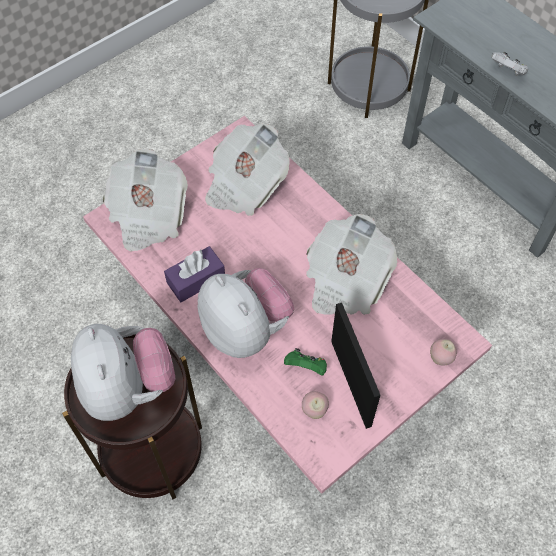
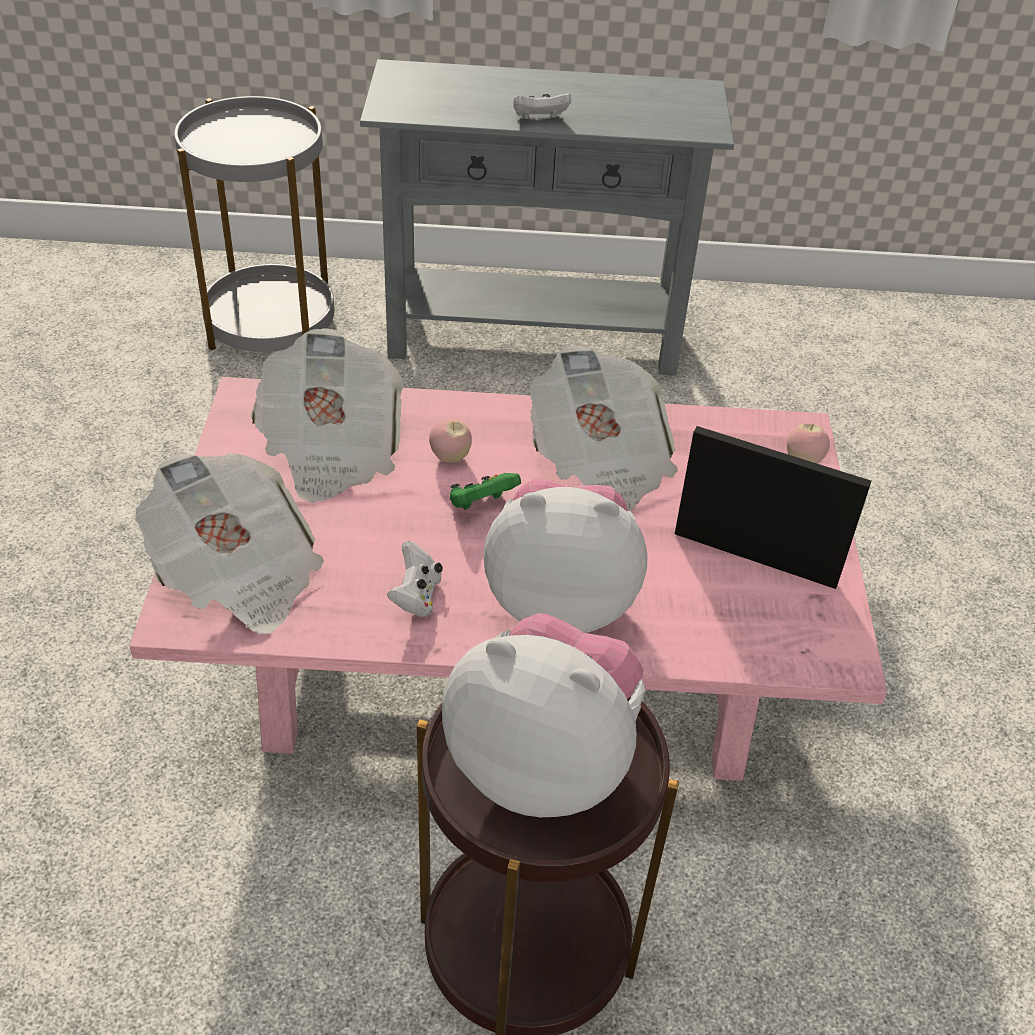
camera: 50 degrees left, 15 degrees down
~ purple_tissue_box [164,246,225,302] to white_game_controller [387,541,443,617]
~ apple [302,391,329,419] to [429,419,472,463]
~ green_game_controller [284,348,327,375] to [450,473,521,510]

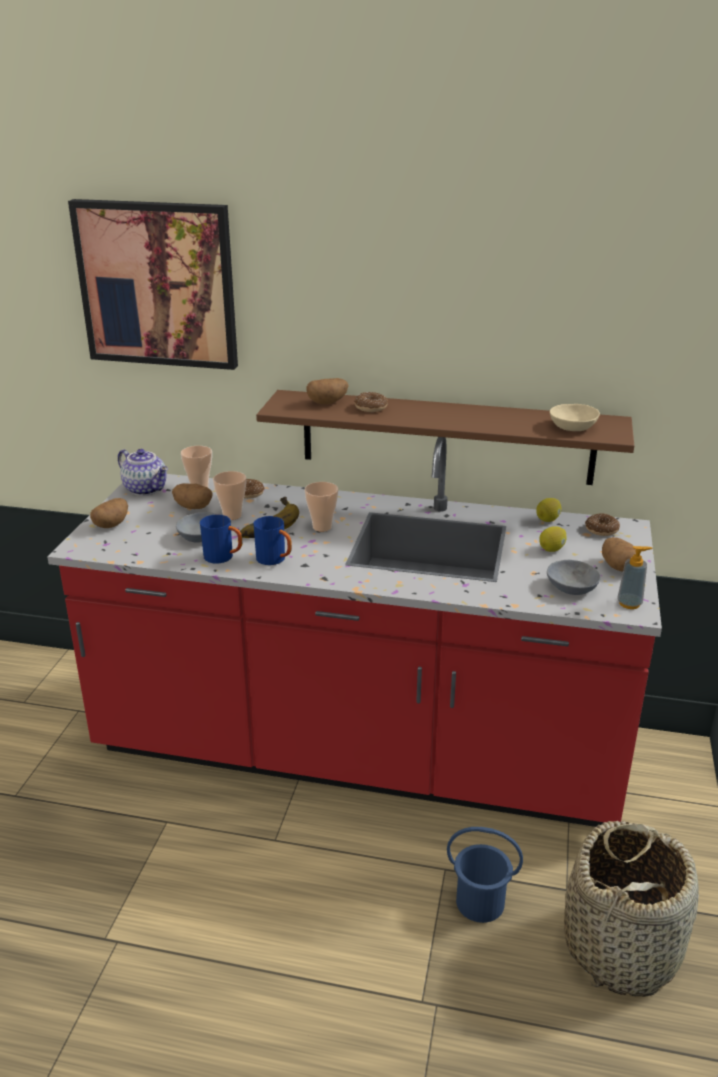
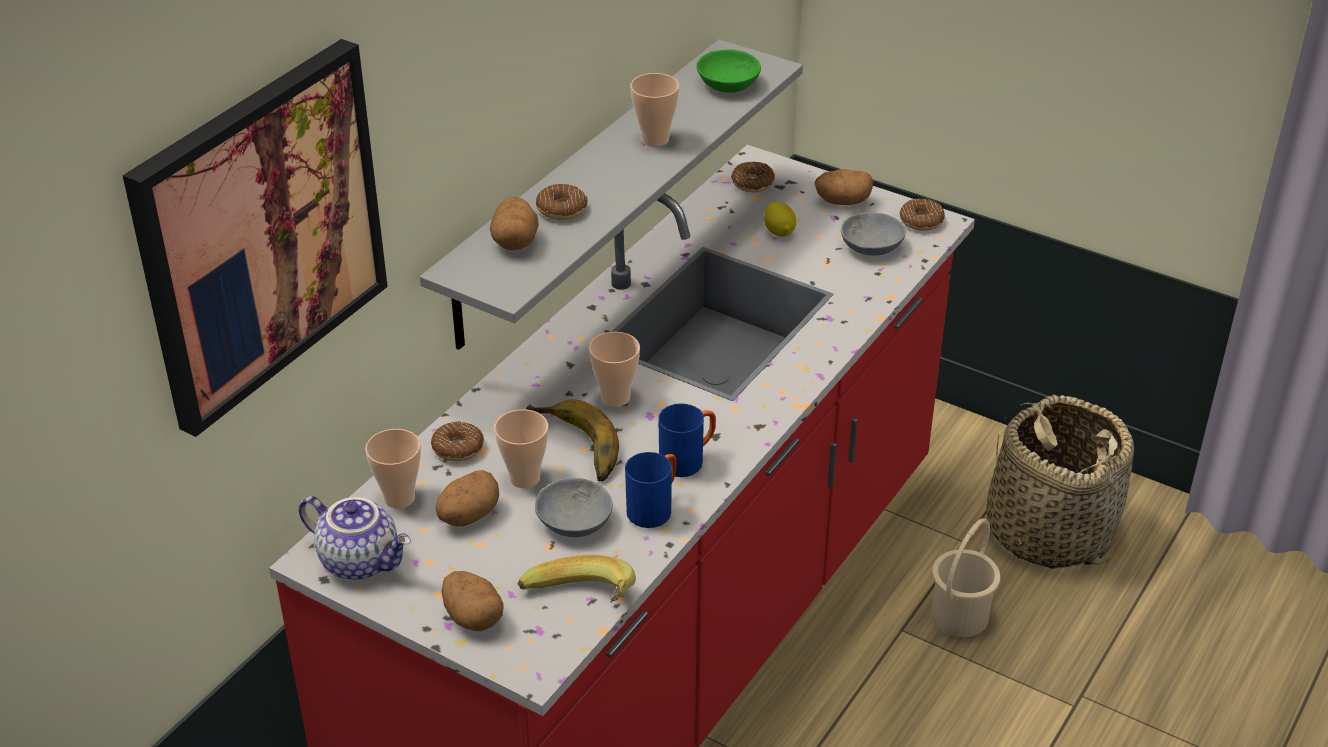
camera: 70 degrees left, 10 degrees up
~ teapot [118,449,168,496] = [299,496,411,580] 60 degrees clockwise
~ brown_shelf [256,390,634,485] to grey_shelf [420,39,803,350]
+ banana [518,555,636,603]
+ cup [630,73,679,147]
~ beige_bowl [550,404,600,431] to green_bowl [696,49,761,93]
~ soap_dispenser [617,546,653,609] to donut [900,198,945,231]
~ blue_bucket [447,827,523,923] to beige_bucket [931,519,1000,637]
- lemon [536,498,561,522]

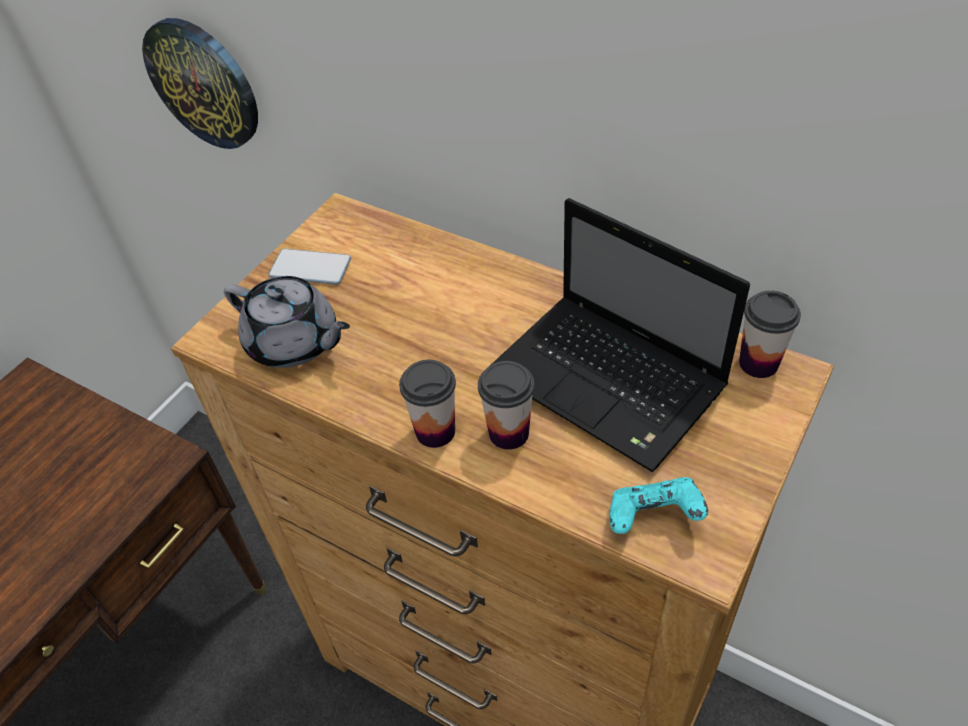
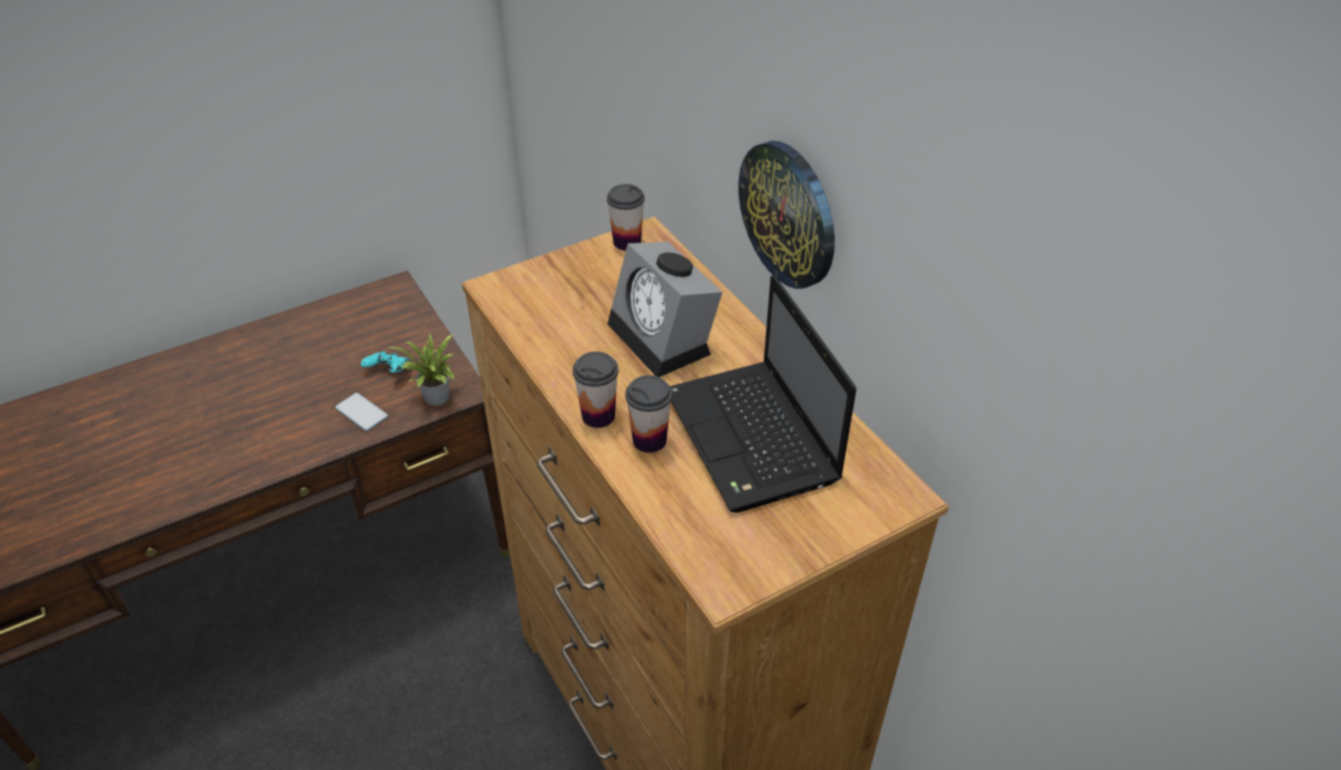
camera: 25 degrees right, 5 degrees down
~ phone [268,249,351,285] to [335,393,388,431]
~ turquoise_game_controller [609,477,708,534] to [361,351,411,372]
+ potted_plant [389,333,454,406]
~ cup [739,291,801,378] to [607,184,645,251]
+ alarm_clock [608,242,722,377]
~ wall_clock [142,18,258,149] to [738,141,835,289]
- grey_teapot [224,276,350,368]

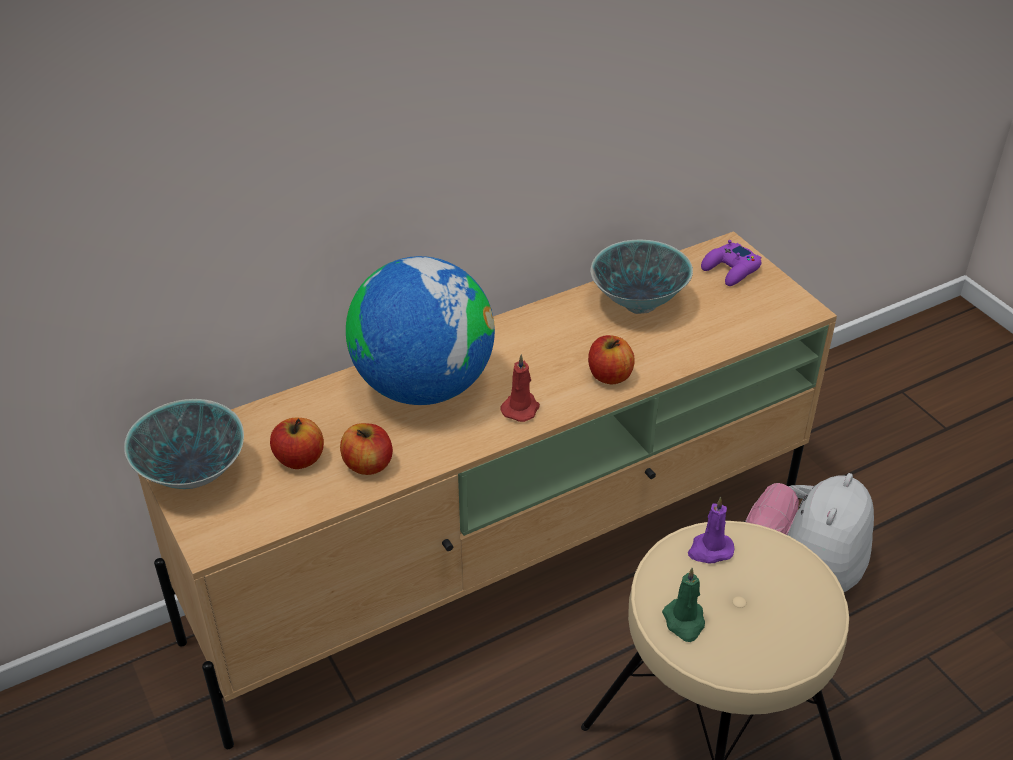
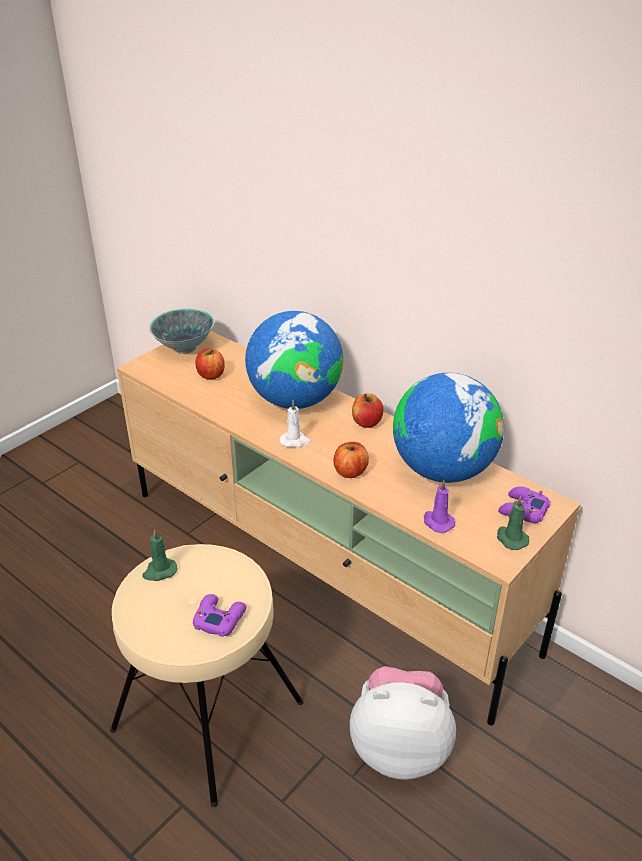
camera: 70 degrees right, 5 degrees down
+ purple_game_controller [193,594,246,637]
~ red_candle [500,354,540,422] to white_candle [280,400,311,448]
~ apple [340,423,393,475] to [352,393,384,428]
~ bowl [590,240,693,314] to globe [393,373,504,483]
~ purple_candle [688,497,734,563] to [424,480,455,533]
+ green_candle [497,496,530,550]

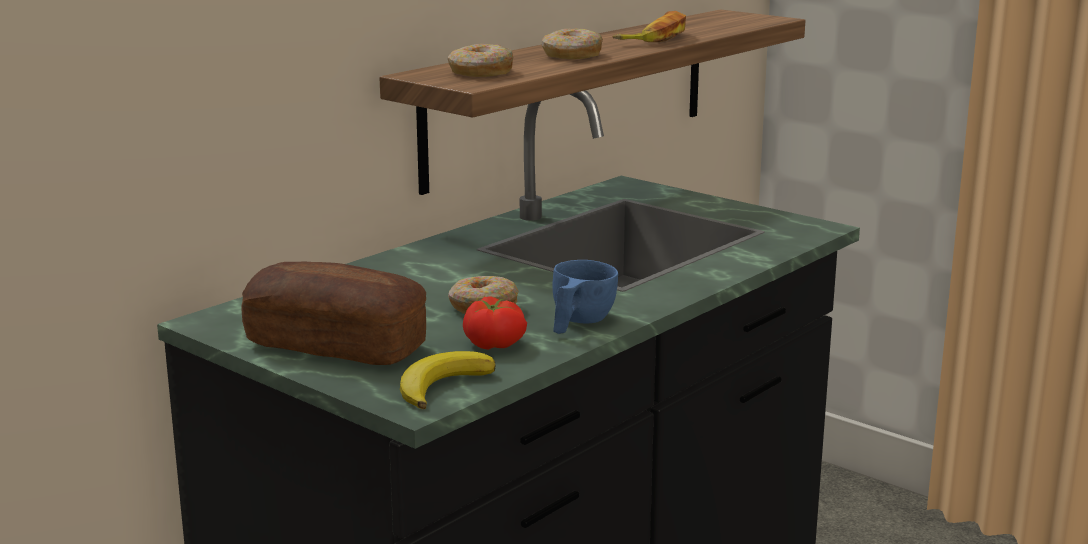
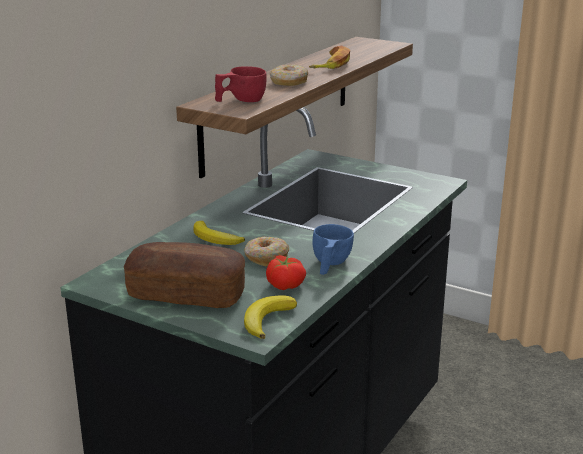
camera: 10 degrees left, 5 degrees up
+ banana [193,221,245,245]
~ donut [447,44,514,77] to red_cup [215,66,267,102]

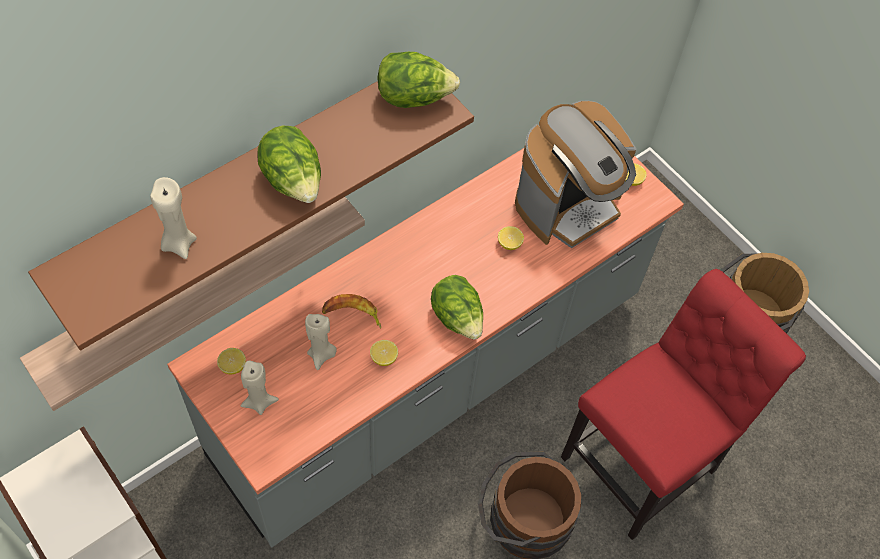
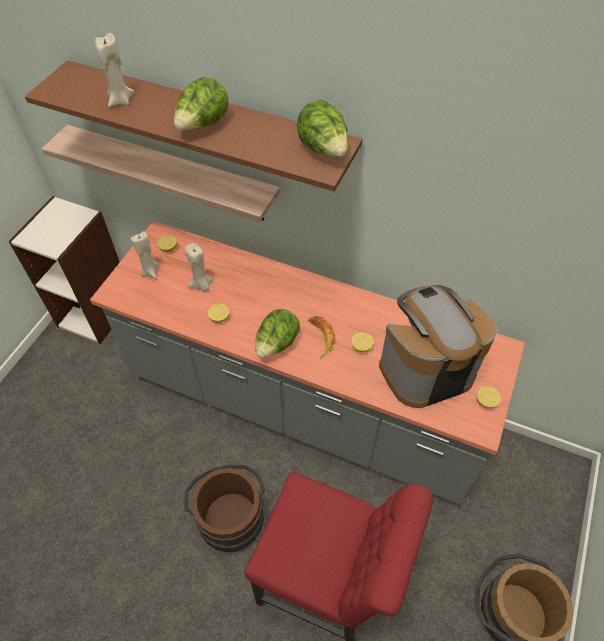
camera: 65 degrees right, 5 degrees down
~ banana [322,294,381,329] to [308,316,335,359]
~ coffee_machine [515,101,636,248] = [379,285,497,408] 135 degrees clockwise

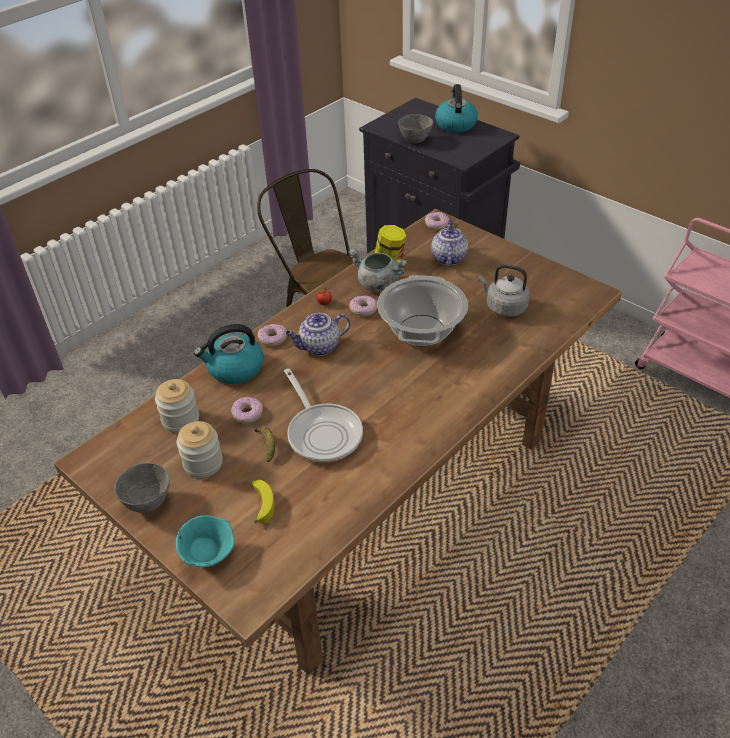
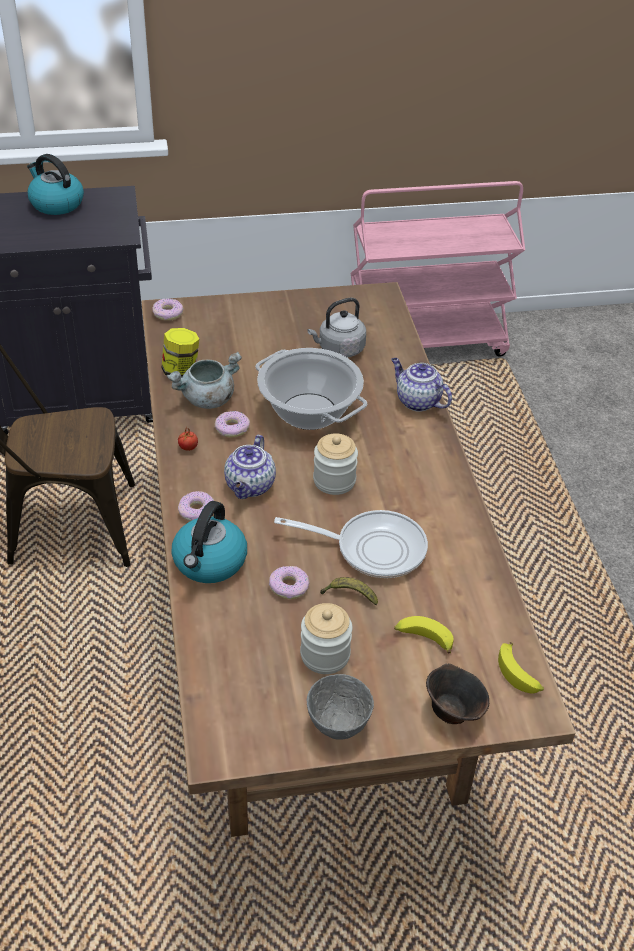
camera: 55 degrees left, 0 degrees up
~ jar [155,379,199,433] to [313,433,358,495]
~ teapot [431,220,468,266] to [391,358,452,412]
~ turquoise_bowl [176,515,235,567] to brown_bowl [426,663,489,724]
+ banana [498,642,544,693]
- grey_bowl [399,114,433,144]

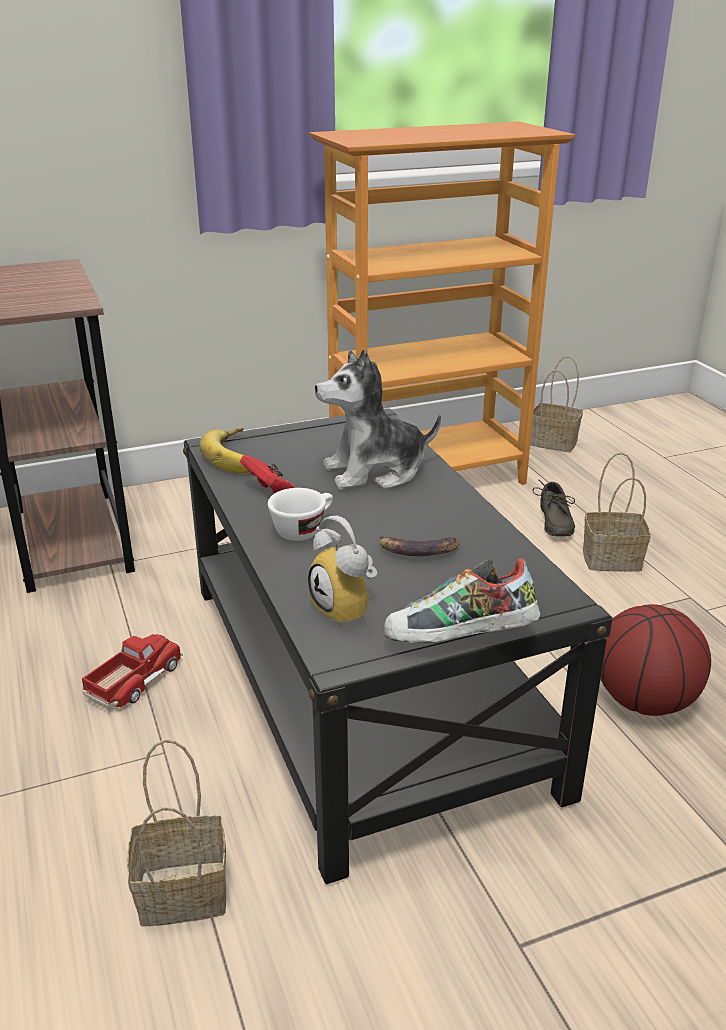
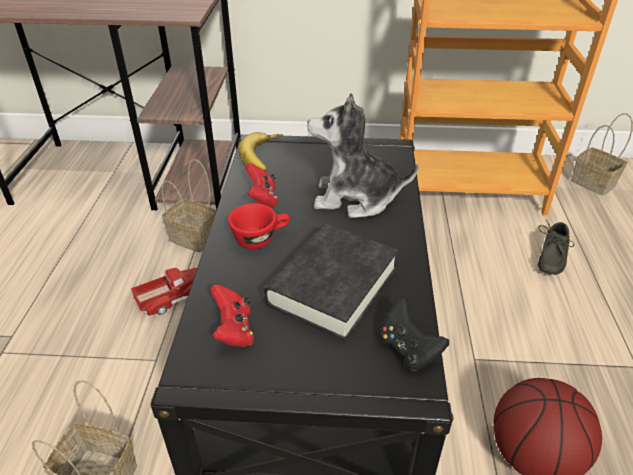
camera: 25 degrees right, 10 degrees up
~ basket [583,452,651,572] to [161,159,216,252]
~ alarm_clock [308,516,377,628] to red_game_controller [210,284,254,347]
~ white_cup [268,488,333,541] to red_cup [228,203,290,249]
~ banana [379,534,460,556] to black_book [263,224,399,341]
+ black_game_controller [379,298,449,371]
- shoe [384,558,540,643]

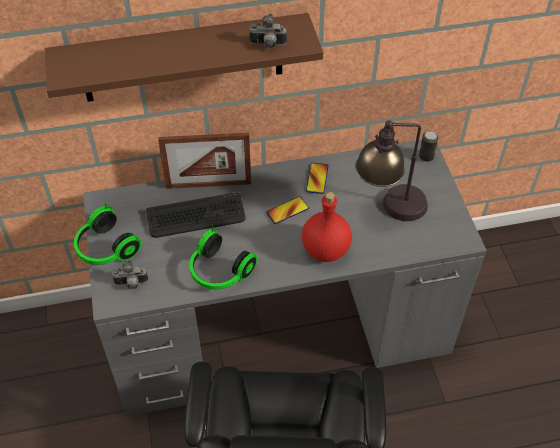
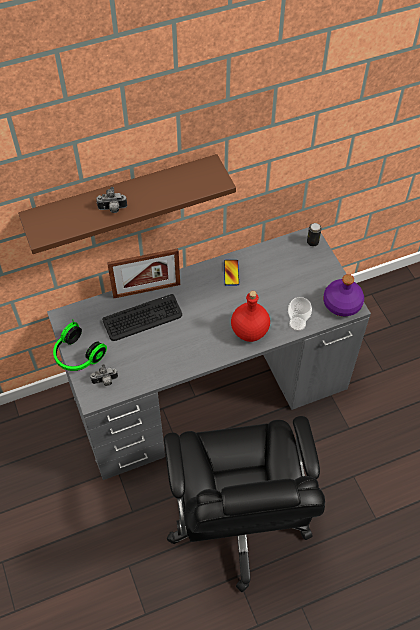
camera: 10 degrees left, 5 degrees up
~ photo_camera [249,14,287,48] to [96,187,127,213]
+ cup [288,297,312,331]
+ purple_bottle [323,274,364,316]
- headphones [189,224,257,289]
- phone [266,196,309,224]
- table_lamp [355,120,428,221]

